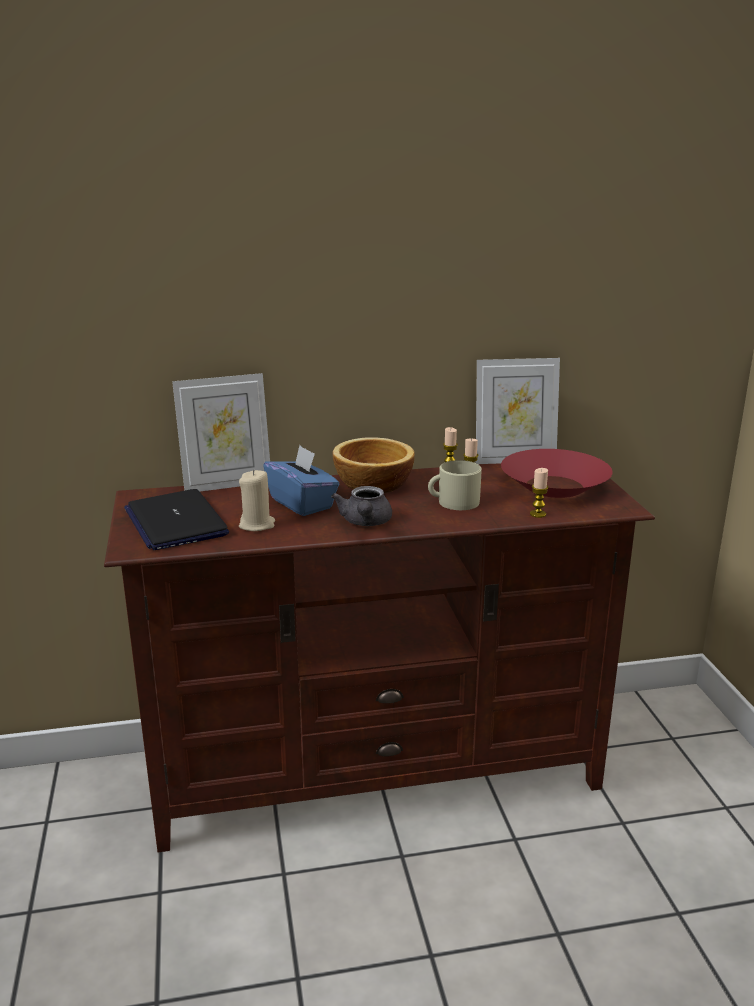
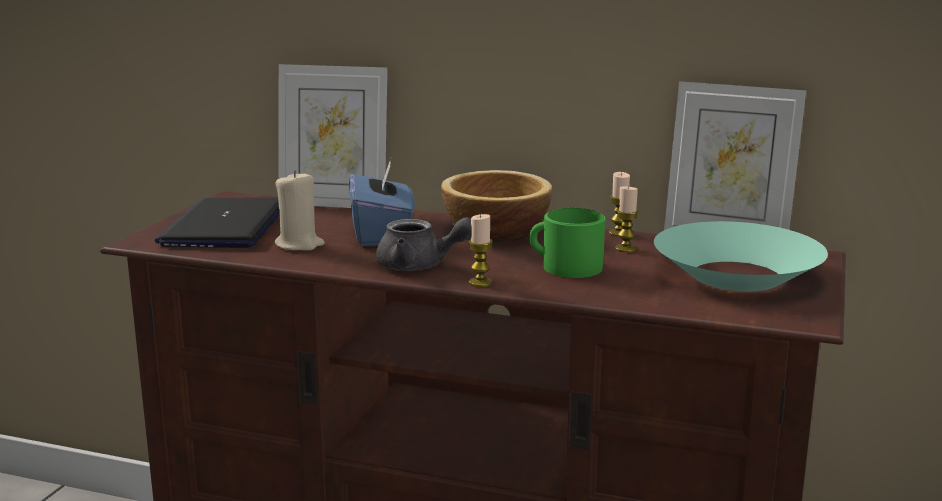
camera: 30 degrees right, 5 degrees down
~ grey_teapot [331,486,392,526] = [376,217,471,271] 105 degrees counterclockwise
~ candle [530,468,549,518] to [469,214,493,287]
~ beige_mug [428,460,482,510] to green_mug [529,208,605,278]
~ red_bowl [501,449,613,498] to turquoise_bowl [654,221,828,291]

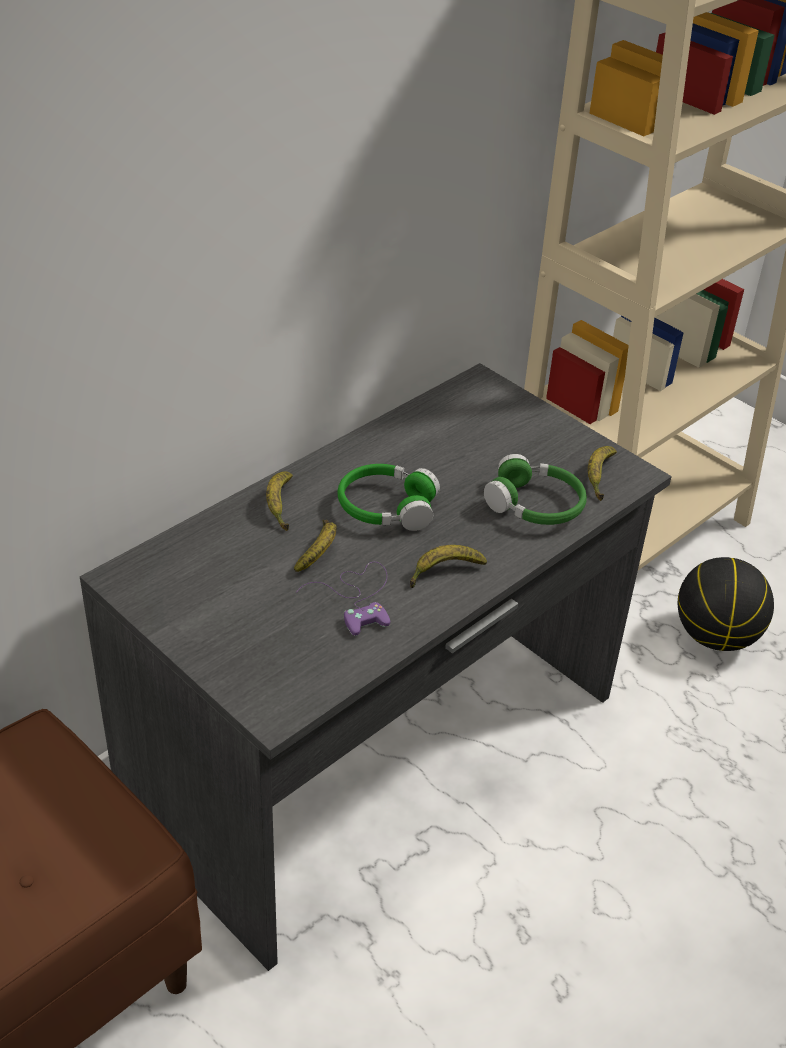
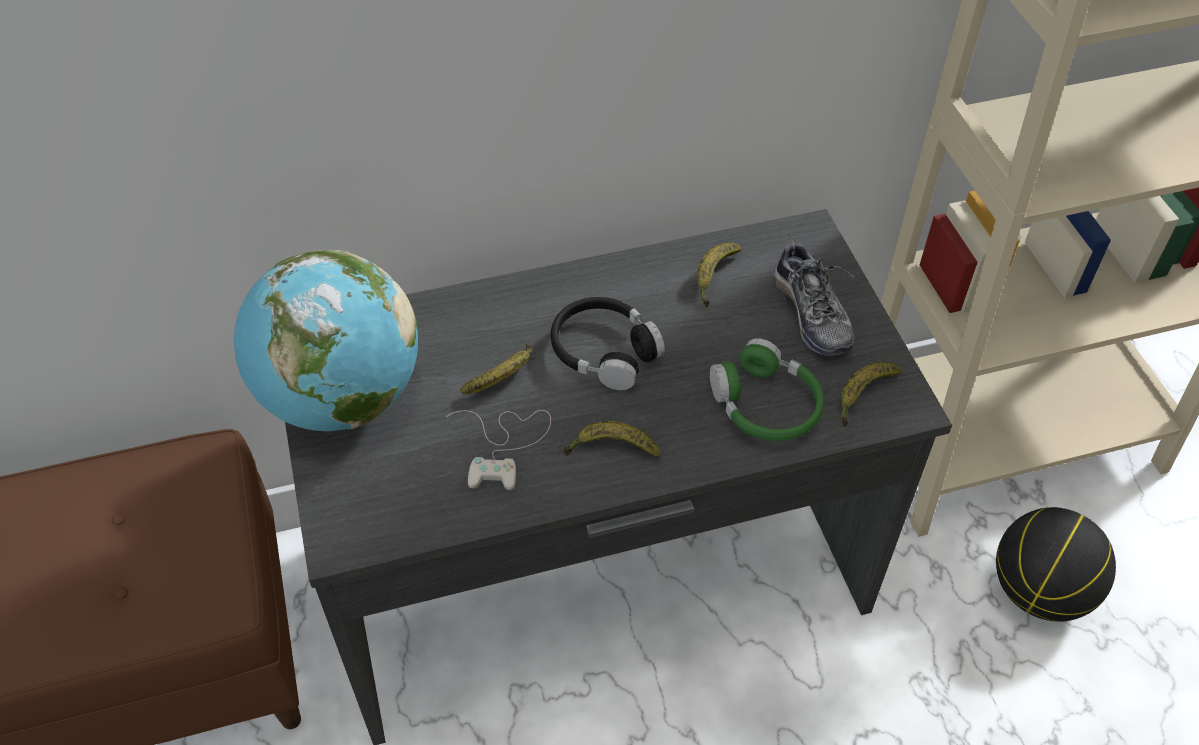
camera: 30 degrees right, 10 degrees up
+ globe [234,250,418,431]
~ purple_game_controller [296,562,390,636] to white_game_controller [446,410,551,490]
~ green_headphones [338,464,440,531] to black_headphones [551,297,665,390]
~ banana [266,471,293,531] to [697,242,742,307]
+ shoe [774,236,854,356]

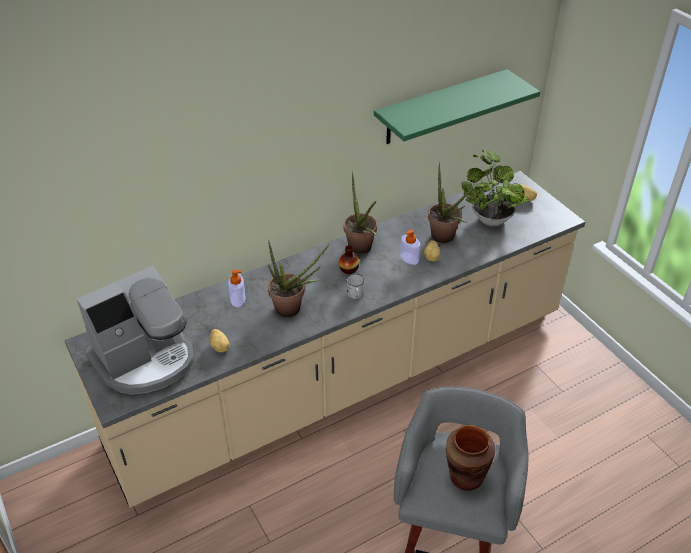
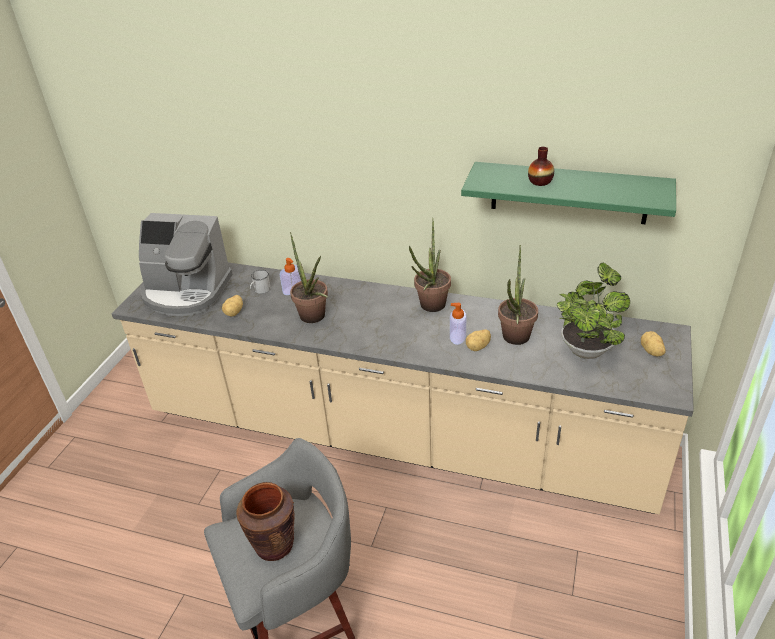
camera: 50 degrees right, 5 degrees down
~ white_mug [346,274,365,299] to [250,270,271,294]
~ vase [339,245,359,274] to [528,147,554,186]

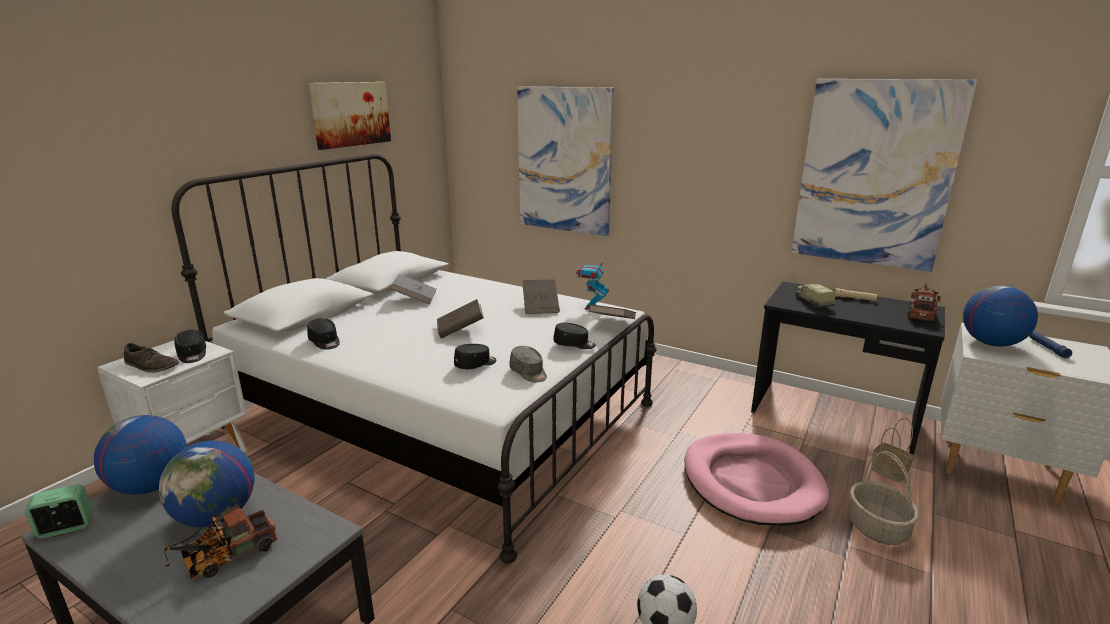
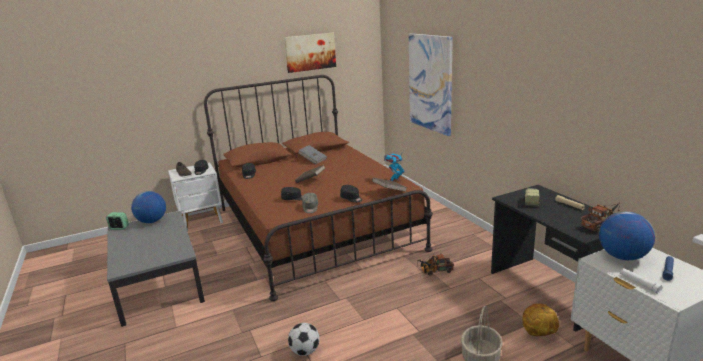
camera: 35 degrees right, 0 degrees up
~ white_bed [171,154,657,564] to brown_bed [204,75,433,301]
~ toy_truck [164,506,277,579] to [417,253,454,276]
~ basket [872,418,914,482] to basketball [522,303,559,336]
+ white_flashlight [620,268,662,293]
- globe [159,441,255,527]
- brown_book [523,279,560,314]
- pink_dog_bed [684,433,829,525]
- picture [791,79,977,272]

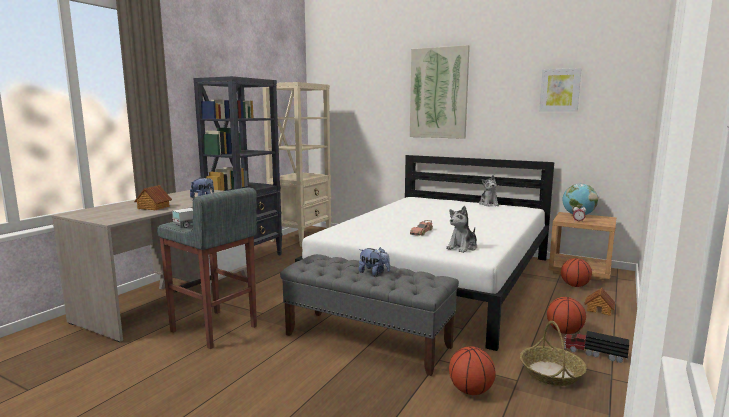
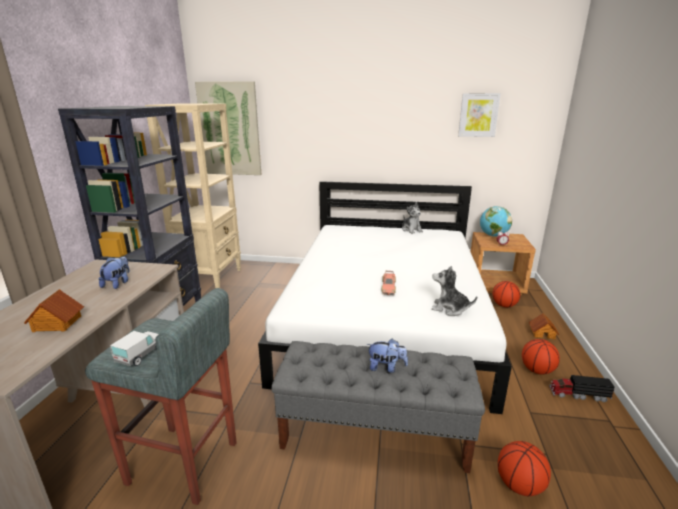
camera: 20 degrees left, 10 degrees up
~ picture [410,45,470,139] to [195,81,262,175]
~ plush_toy [446,206,477,253] = [432,266,477,316] 90 degrees clockwise
- basket [520,321,587,386]

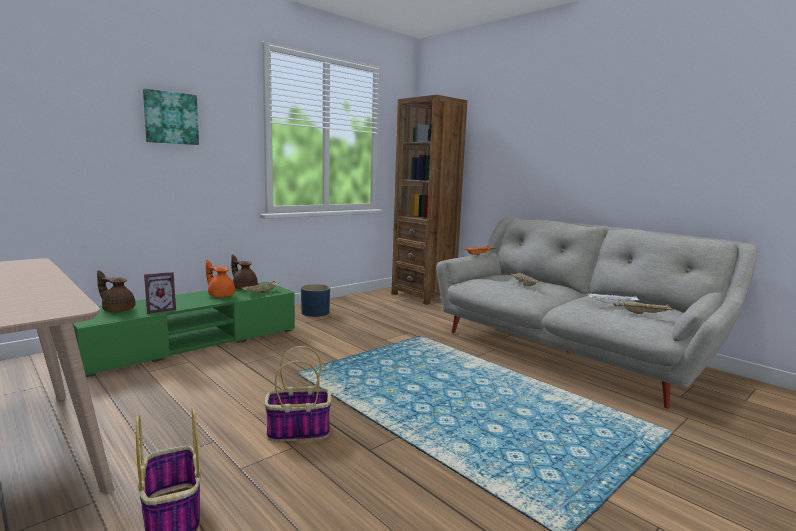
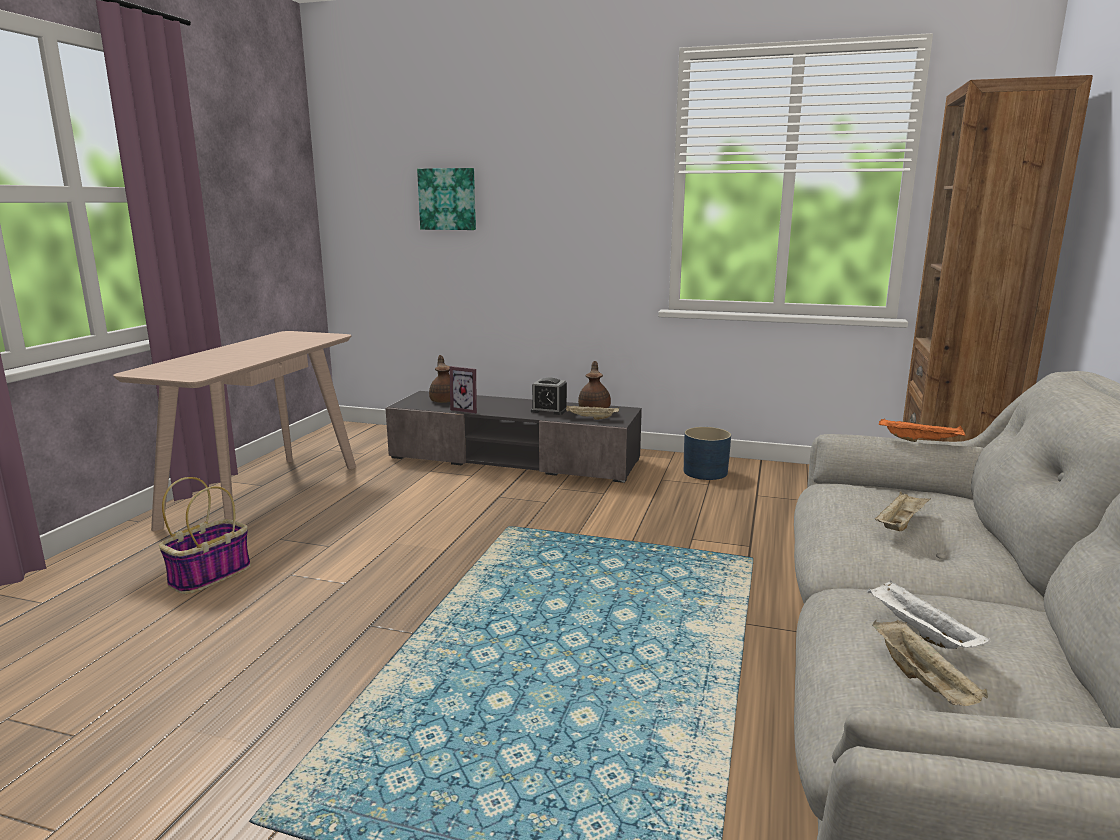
camera: 60 degrees right, 5 degrees up
~ green_tv_stand [73,282,295,377] to grey_tv_stand [385,391,642,483]
~ picture [143,89,199,145] to [417,168,476,230]
~ orange_teapot [206,260,235,298] to alarm_clock [531,378,567,415]
- basket [265,346,331,441]

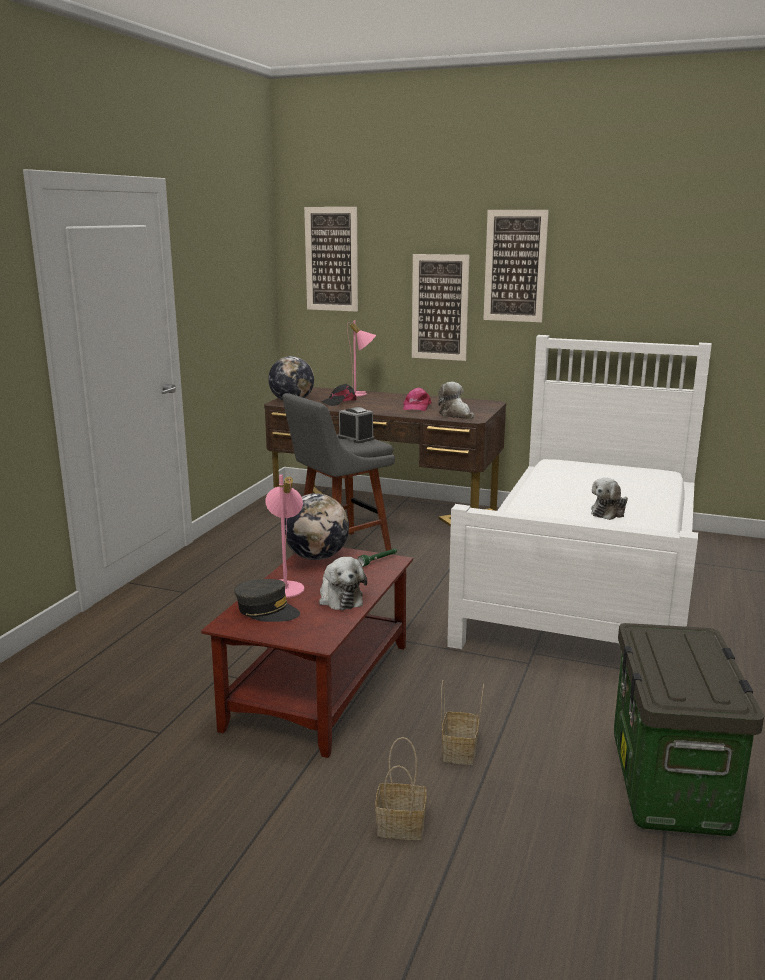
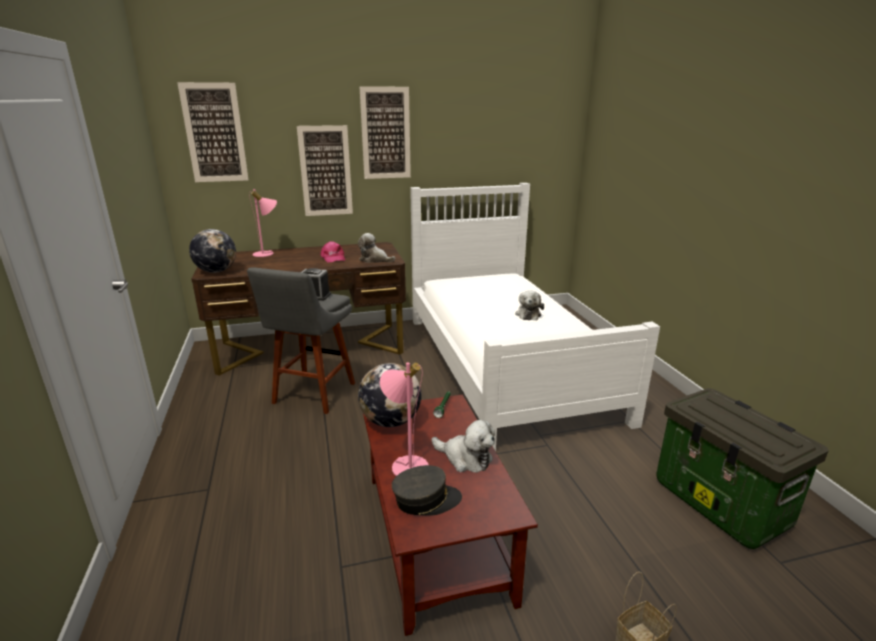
camera: 35 degrees left, 5 degrees up
- black_cap [321,384,357,406]
- basket [441,680,484,765]

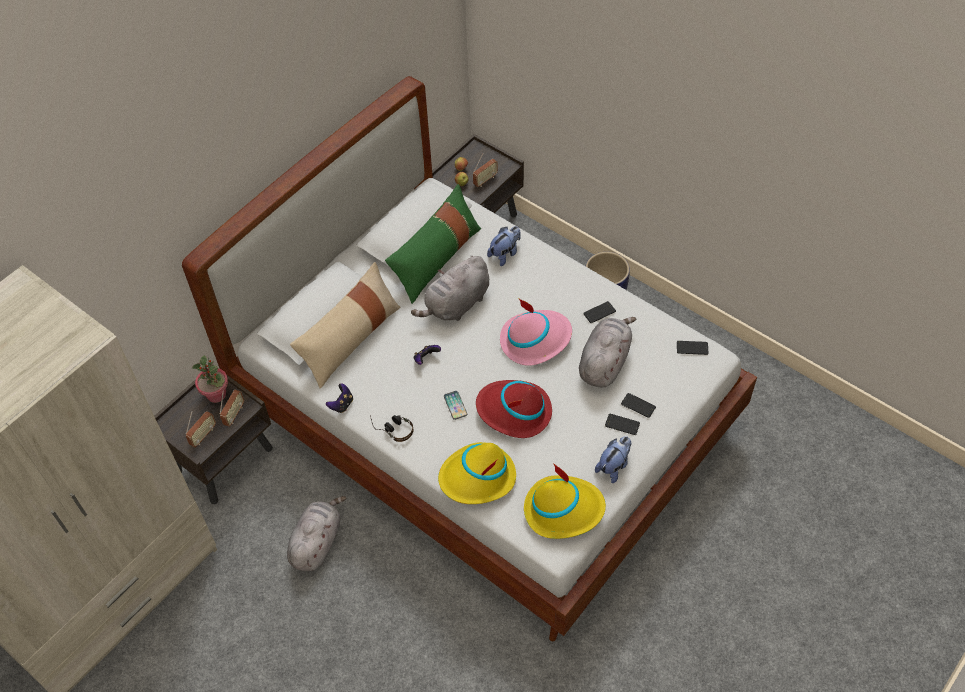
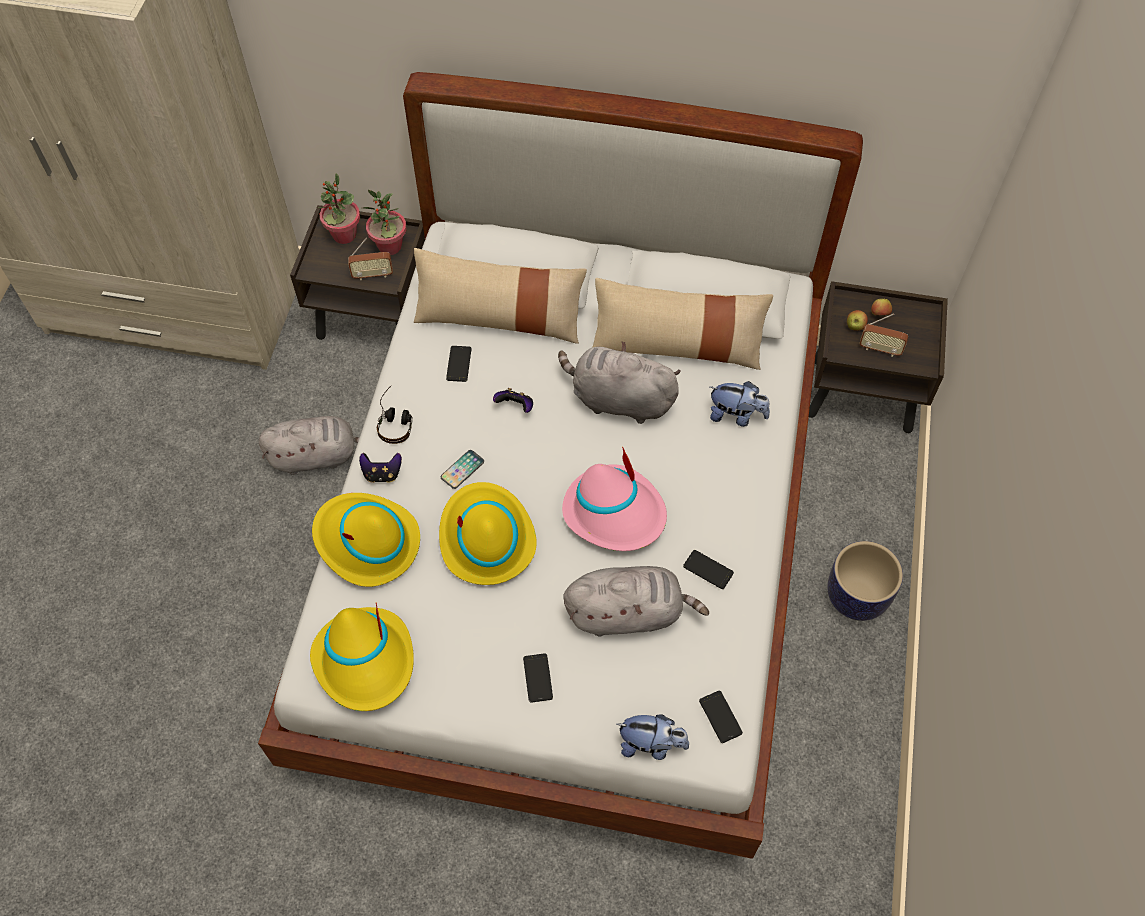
camera: 60 degrees right, 5 degrees up
+ potted_plant [317,173,360,244]
~ game_controller [326,383,353,413] to [359,453,402,483]
~ red_hat [476,380,552,438] to yellow_hat [439,482,537,585]
~ phone [621,393,656,418] to [446,346,472,382]
~ green_pillow [385,184,481,304] to beige_pillow [592,278,773,370]
~ plush_toy [595,436,631,483] to [617,714,689,760]
- radio [186,411,216,447]

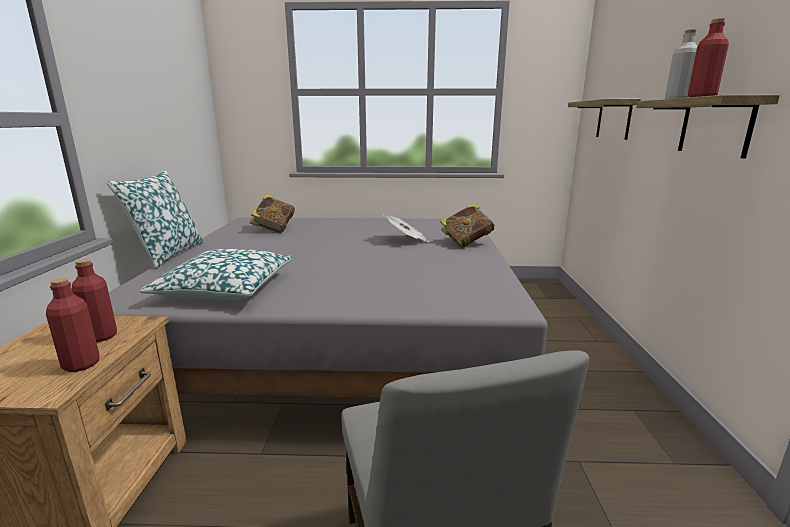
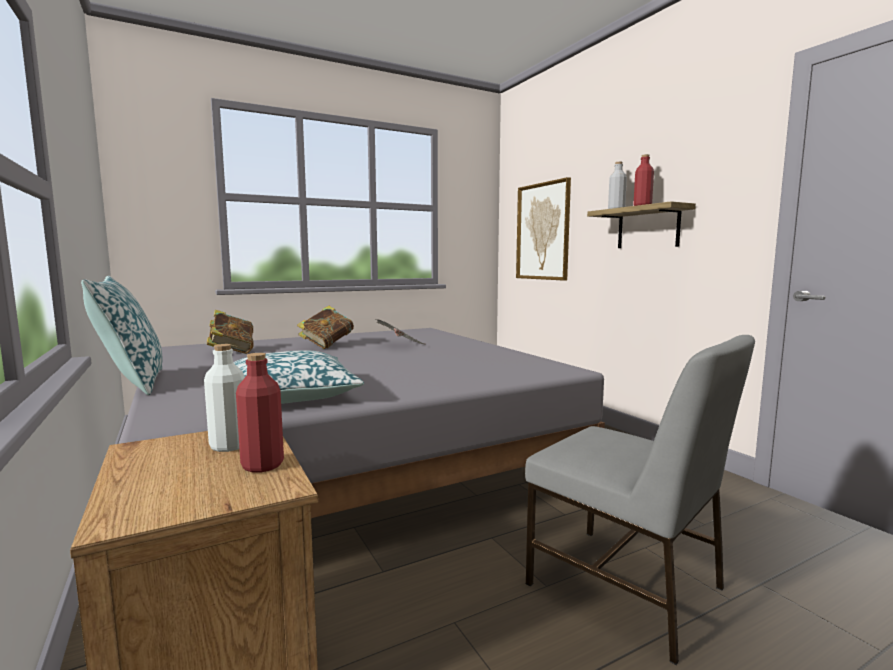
camera: 30 degrees left, 10 degrees down
~ red_bottle [72,259,117,342] to white_bottle [204,344,245,452]
~ book [440,203,495,248] to [297,305,354,349]
~ shelf [568,99,641,140] to picture [516,177,571,281]

